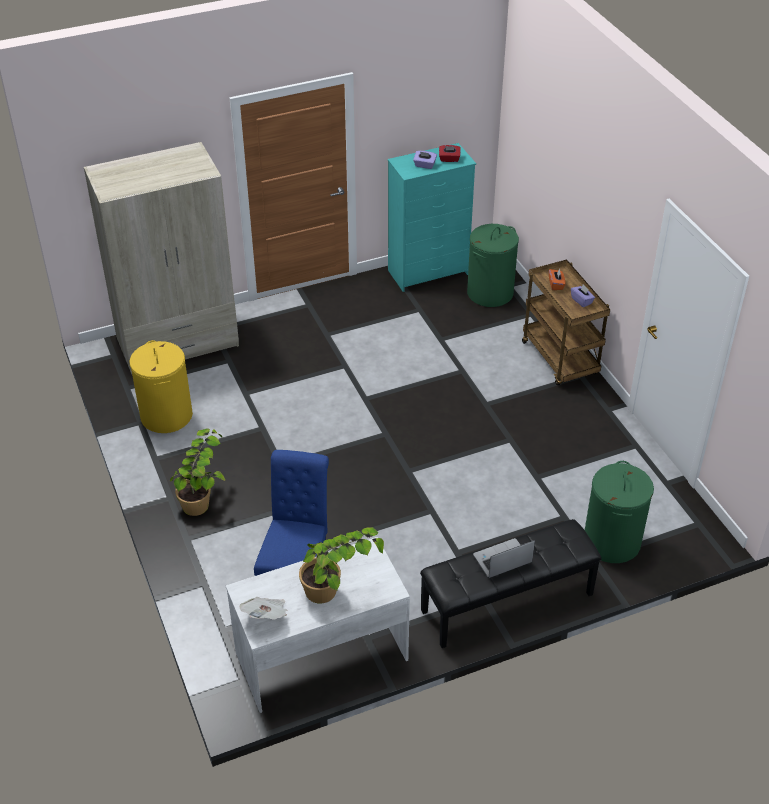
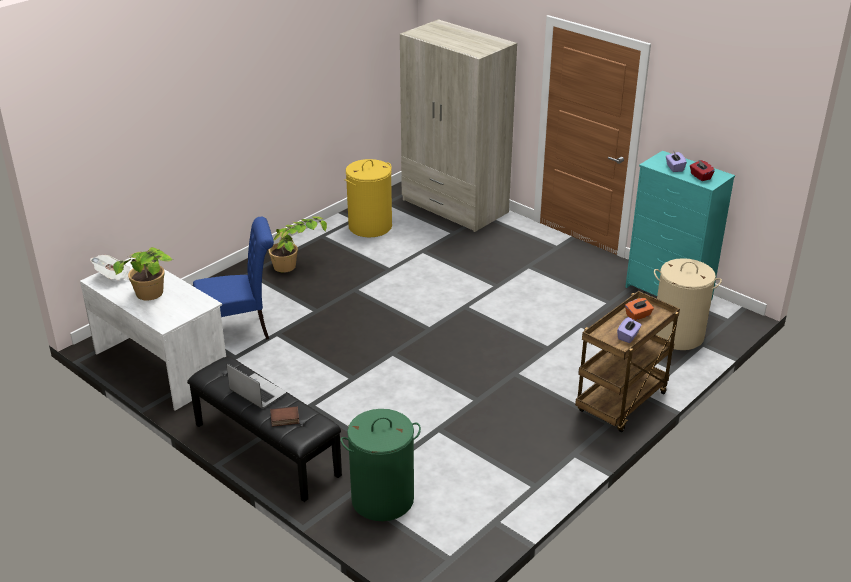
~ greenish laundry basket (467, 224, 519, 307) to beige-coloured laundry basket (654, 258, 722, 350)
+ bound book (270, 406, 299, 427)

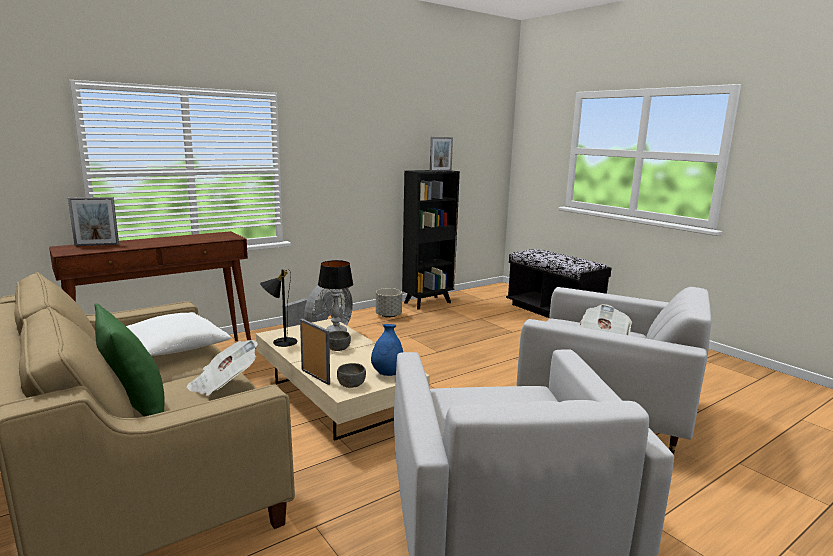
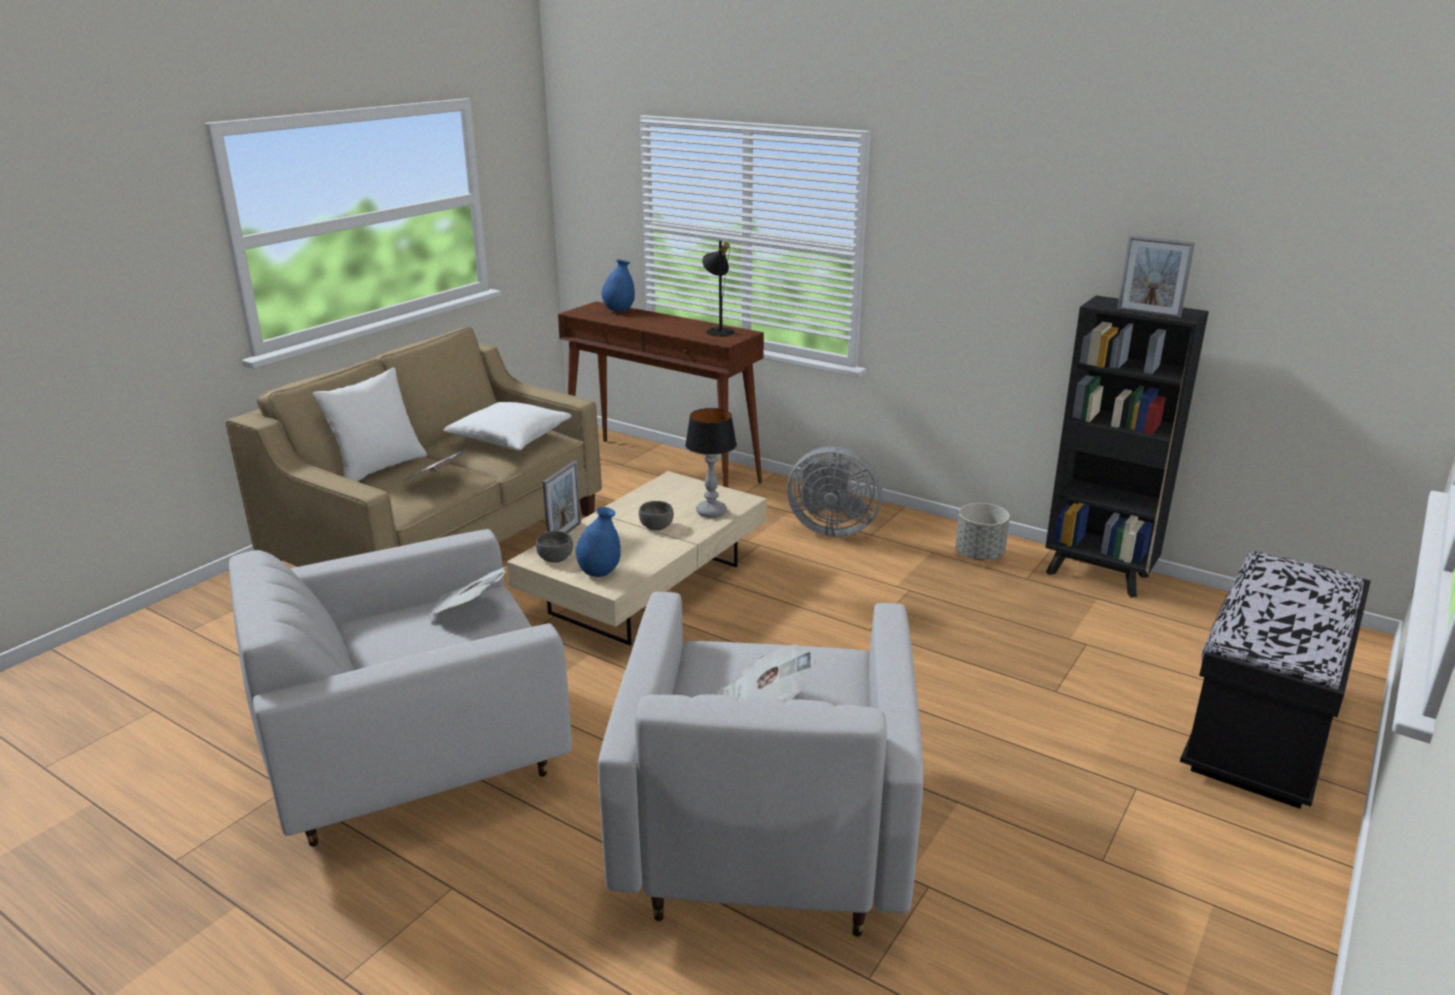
~ photo frame (68, 197, 119, 246) to bluish flower vase (602, 259, 635, 312)
~ greenish throw pillow (95, 304, 164, 417) to white-coloured throw pillow (313, 368, 427, 482)
~ blackish table lamp (260, 269, 297, 347) to (702, 241, 735, 337)
+ daily paper (426, 566, 507, 617)

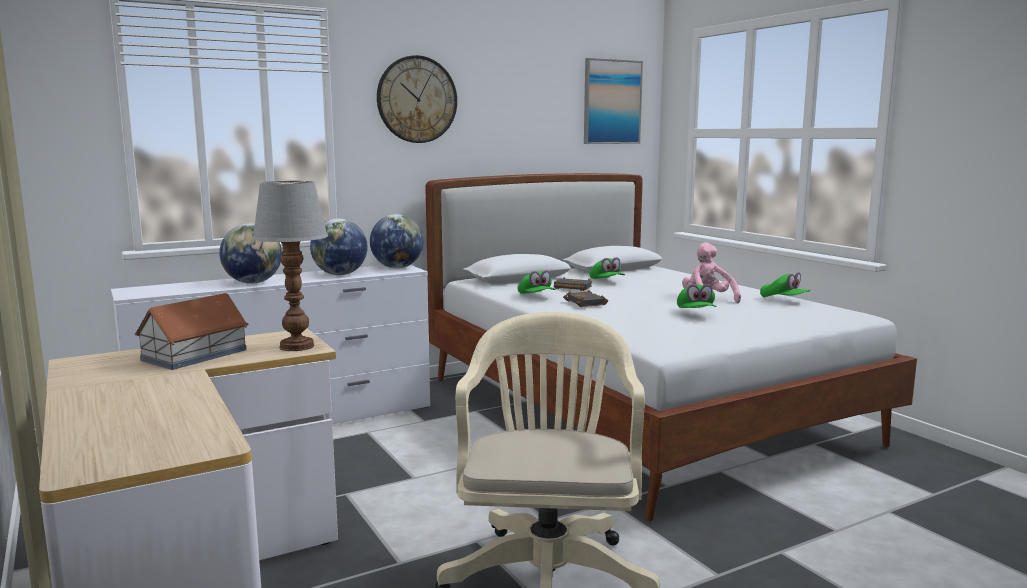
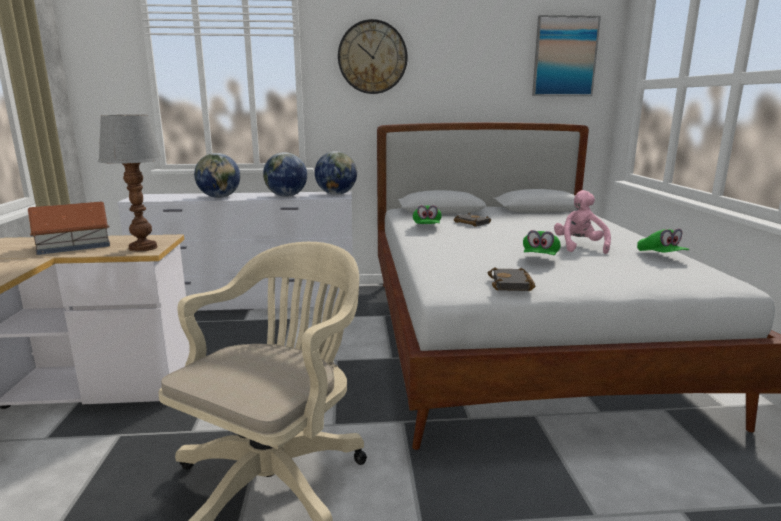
~ blackish bound book (563, 290, 608, 307) to (487, 267, 535, 291)
- greenish baseball cap (589, 257, 625, 279)

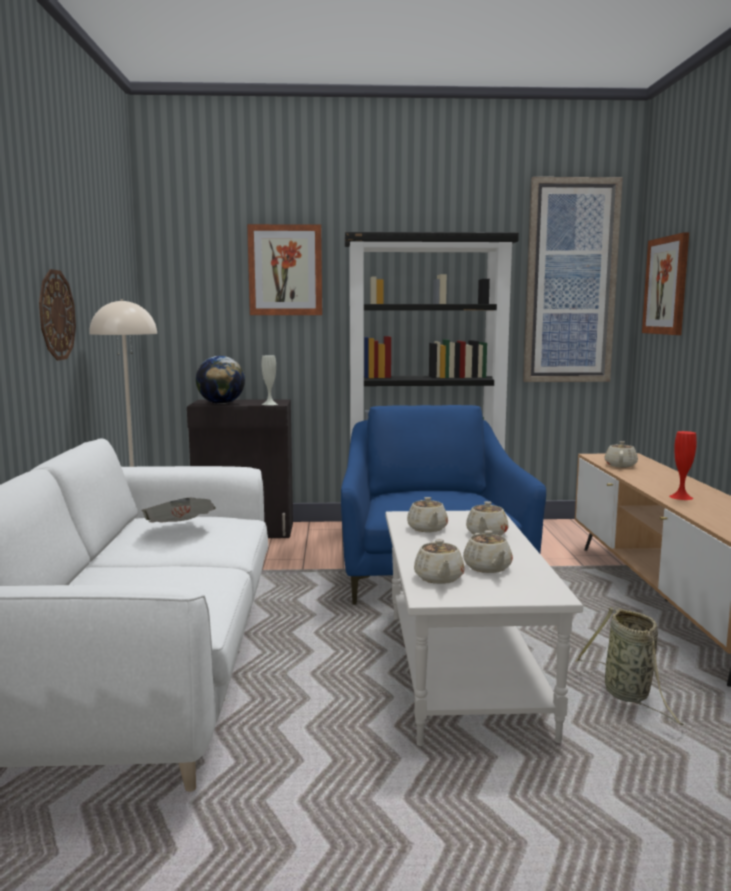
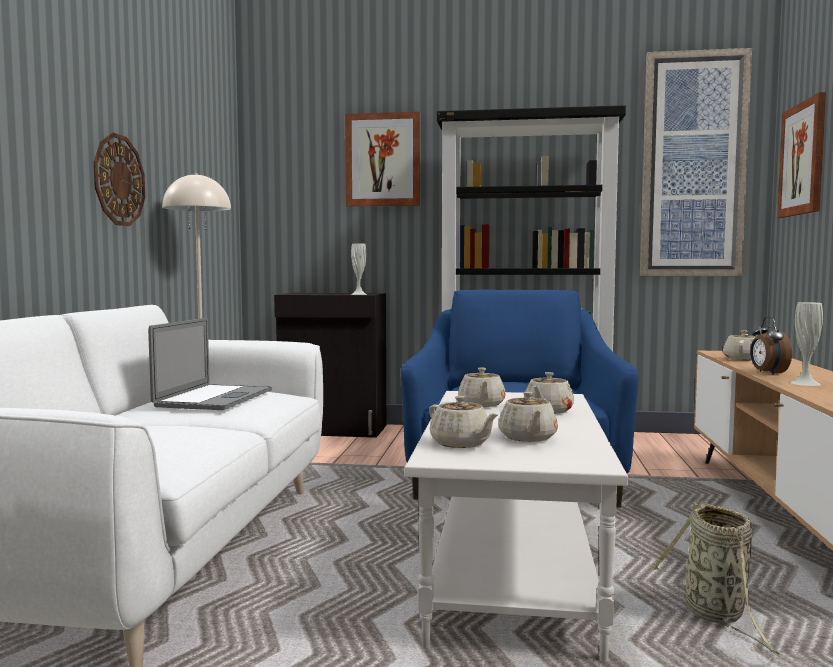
~ daily paper (141, 498, 216, 523) to notebook computer (148, 318, 272, 410)
- desk globe (196, 356, 245, 404)
~ beige-coloured pot for tea (414, 539, 464, 584) = (429, 396, 499, 448) 45 degrees counterclockwise
~ reddish flower vase (669, 431, 697, 500) to white-coloured flower vase (790, 302, 823, 386)
+ alarm clock (750, 317, 792, 375)

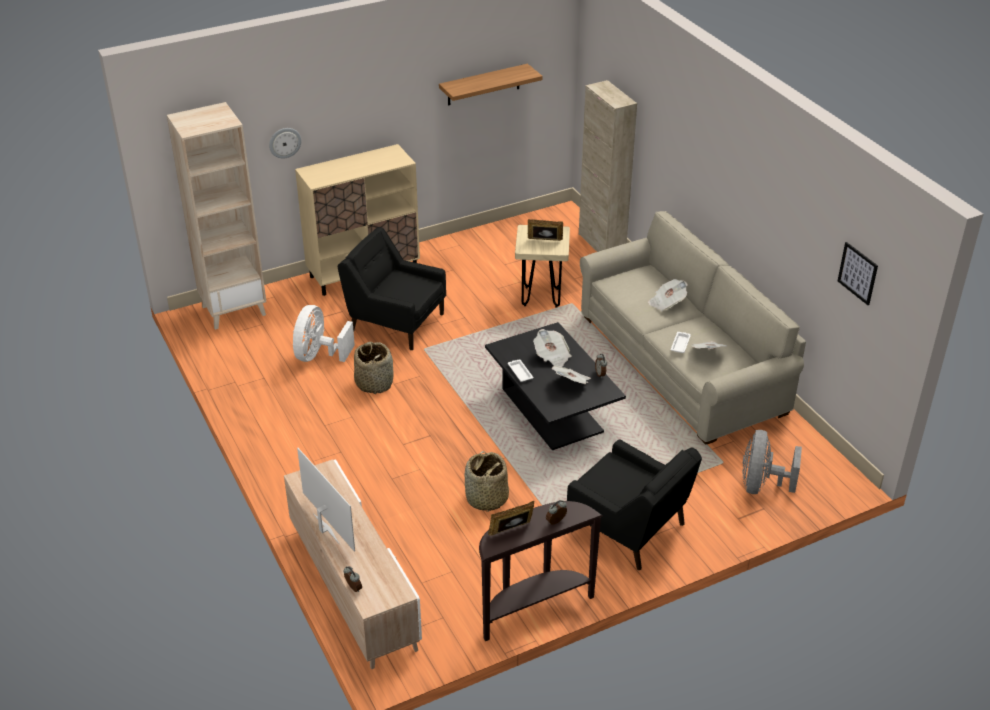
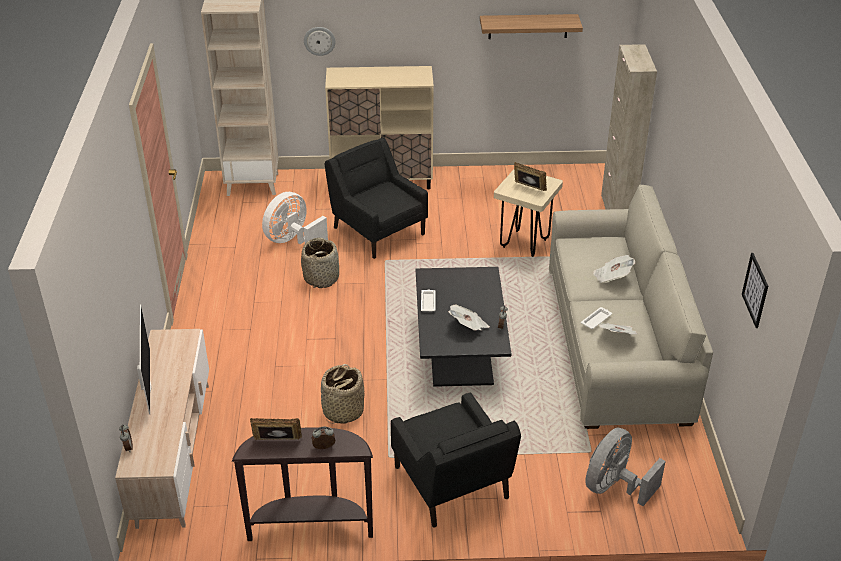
- daily paper (533, 329, 571, 367)

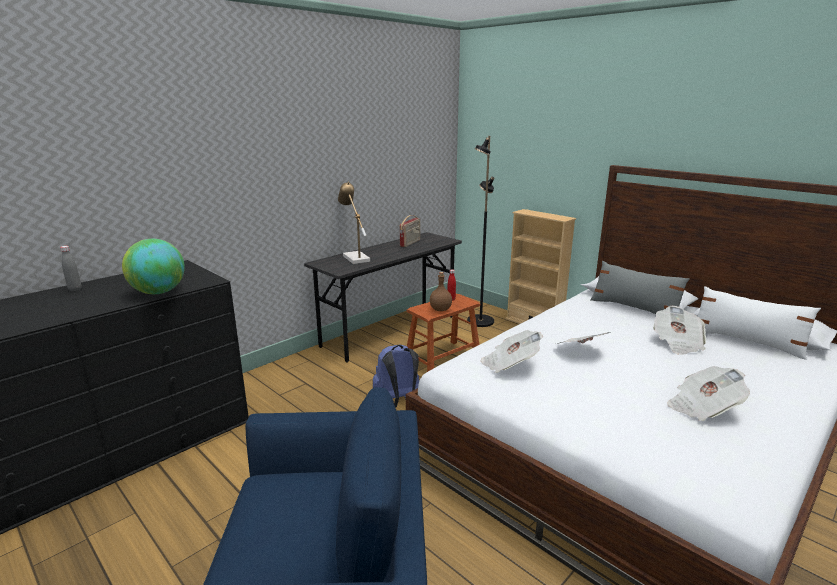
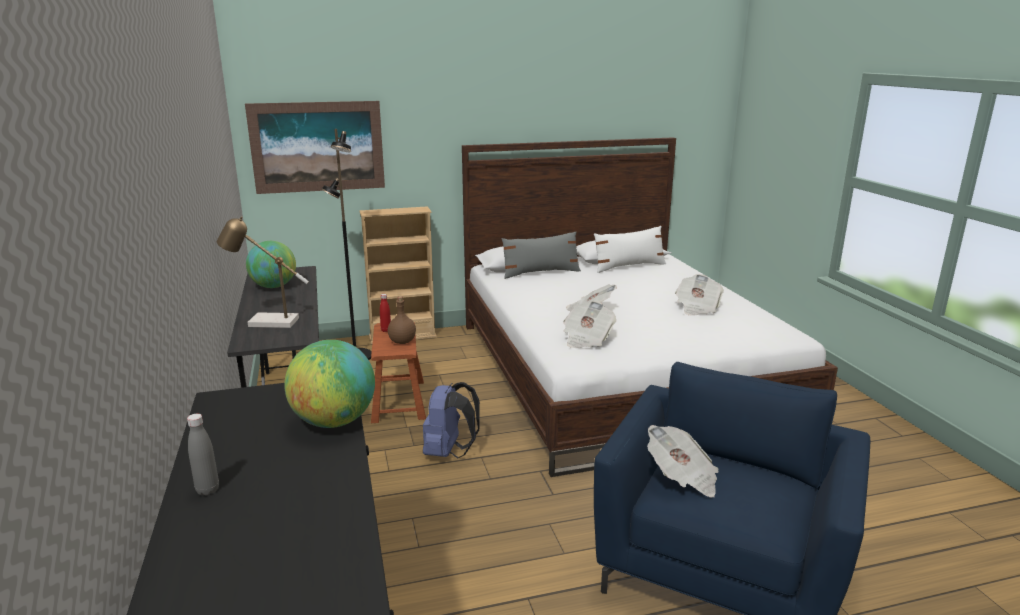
~ radio (400, 215, 420, 247) to desk globe (246, 241, 296, 288)
~ daily paper (653, 306, 706, 355) to (647, 425, 719, 497)
+ wall art (245, 101, 385, 194)

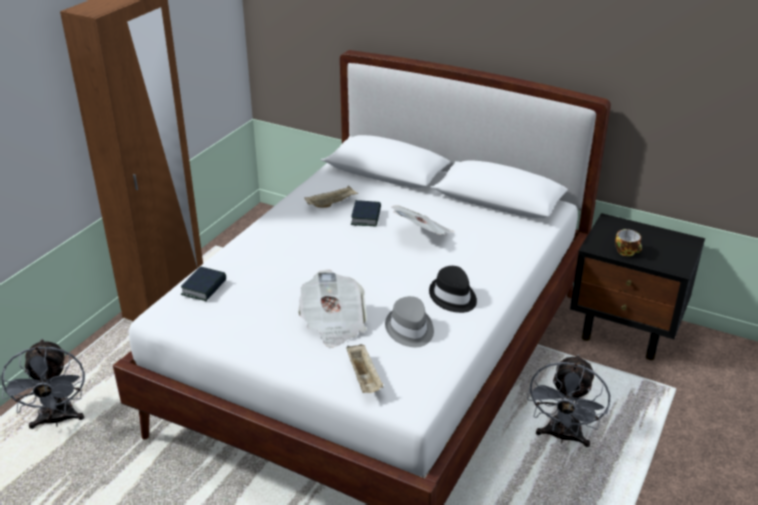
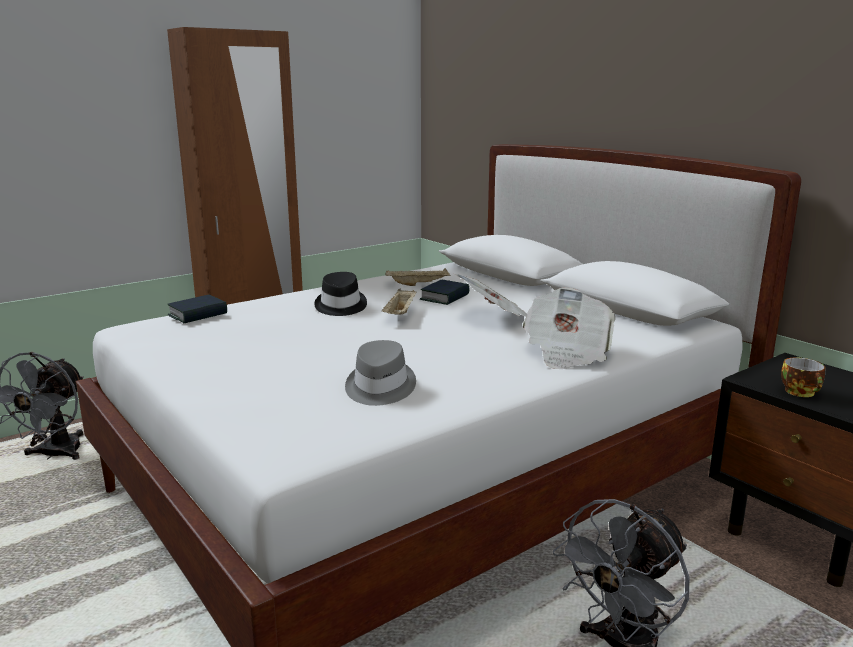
~ daily paper (298, 270, 367, 348) to (523, 287, 616, 369)
~ beige-coloured serving tray (346, 344, 383, 393) to (382, 288, 416, 315)
~ blackish wearable hat (429, 266, 477, 313) to (314, 272, 367, 316)

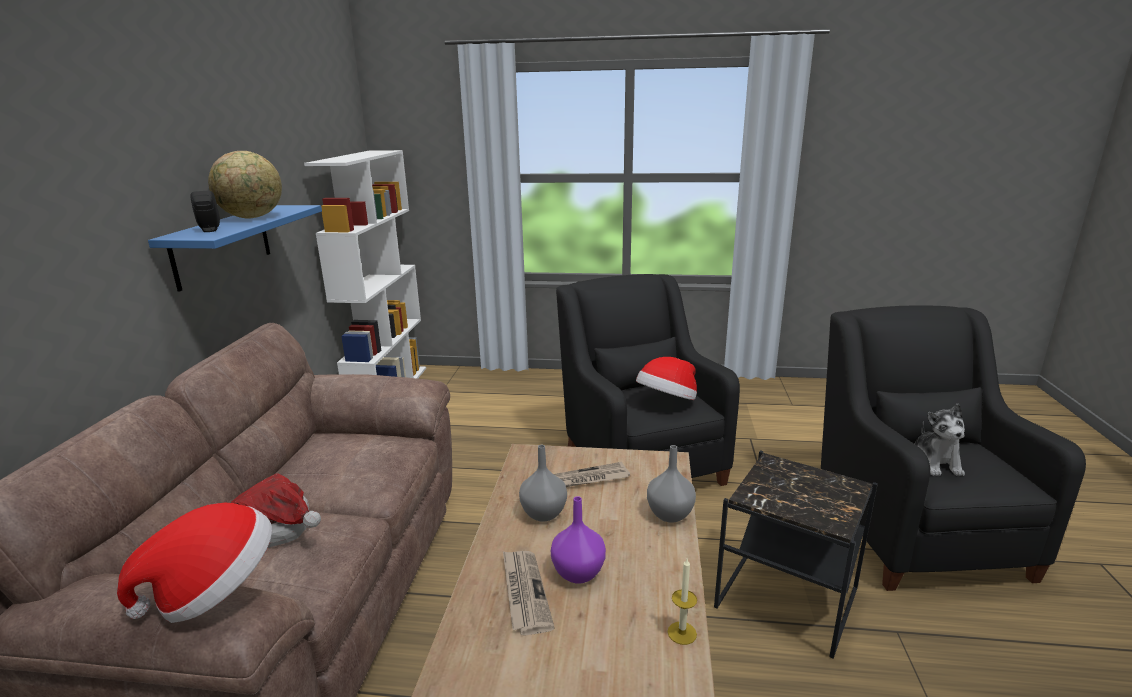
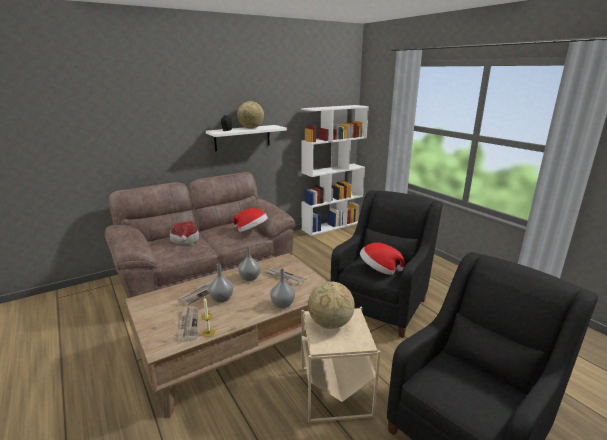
~ wearable hat (117, 503, 272, 623) to (233, 208, 268, 232)
~ bluish bracket shelf (148, 205, 322, 292) to white-coloured bracket shelf (206, 125, 287, 151)
~ purple-coloured flower vase (551, 496, 606, 584) to grey flower vase (208, 263, 233, 303)
~ blackish accent table (714, 450, 878, 659) to beige-coloured accent table (301, 307, 381, 423)
- soft toy (915, 404, 965, 476)
+ daily paper (177, 307, 198, 342)
+ desk globe (308, 281, 355, 329)

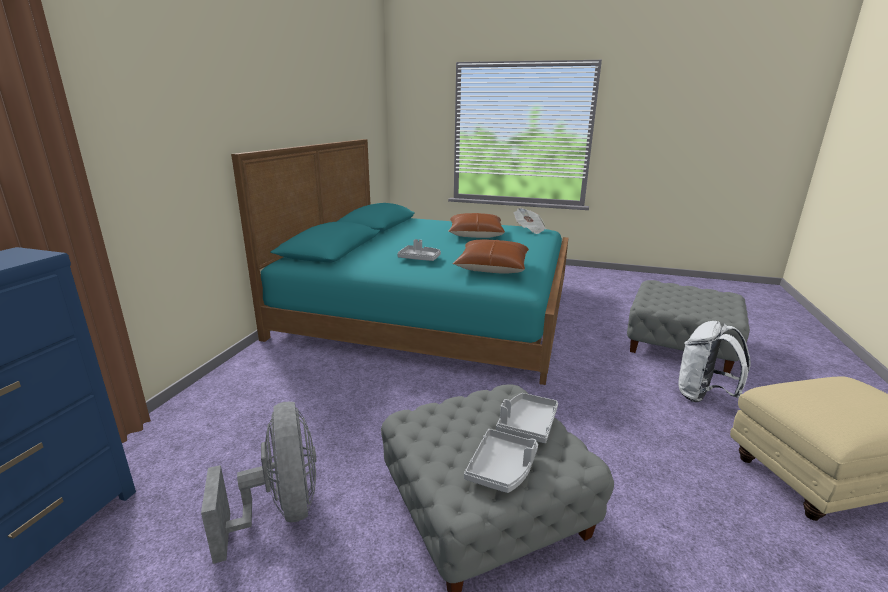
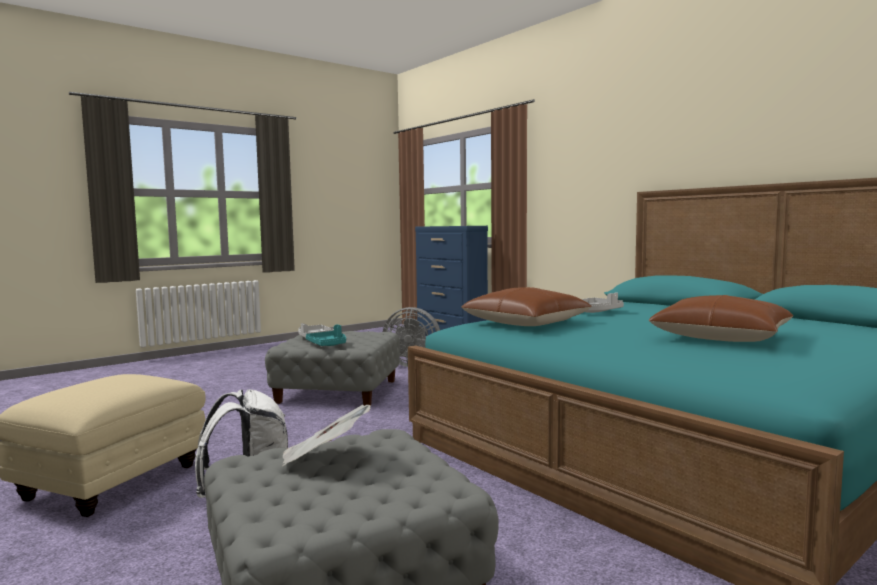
~ grey serving tray (496, 393, 558, 443) to blue-green serving tray (306, 324, 346, 346)
~ daily paper (514, 208, 547, 234) to (282, 405, 371, 466)

